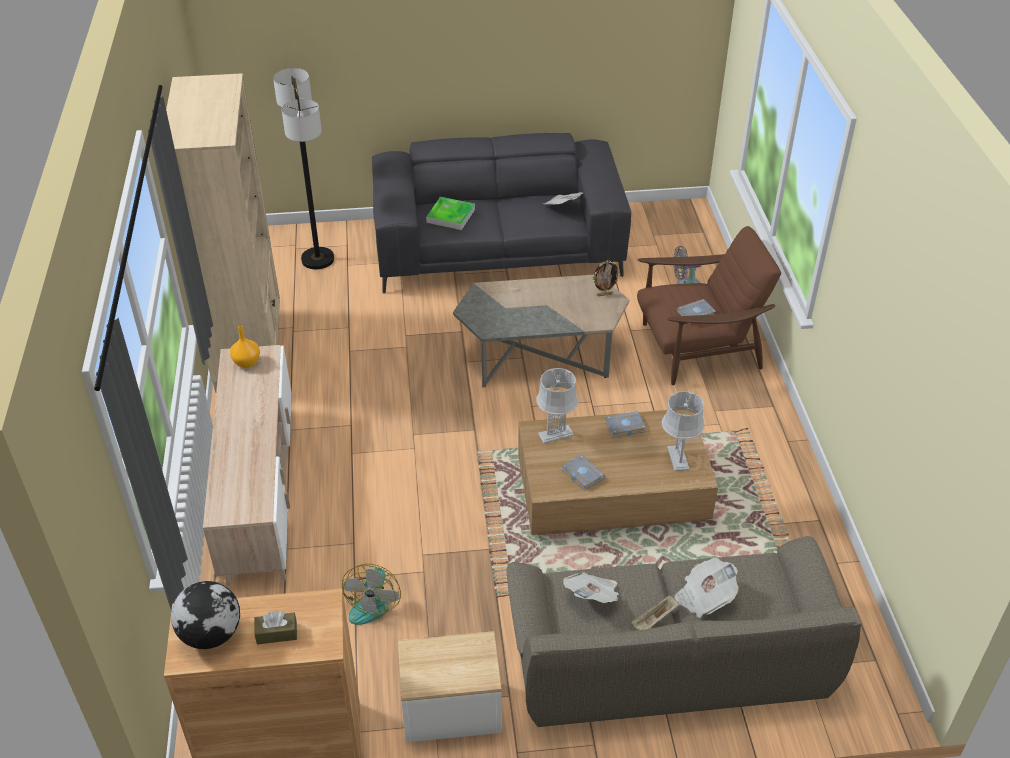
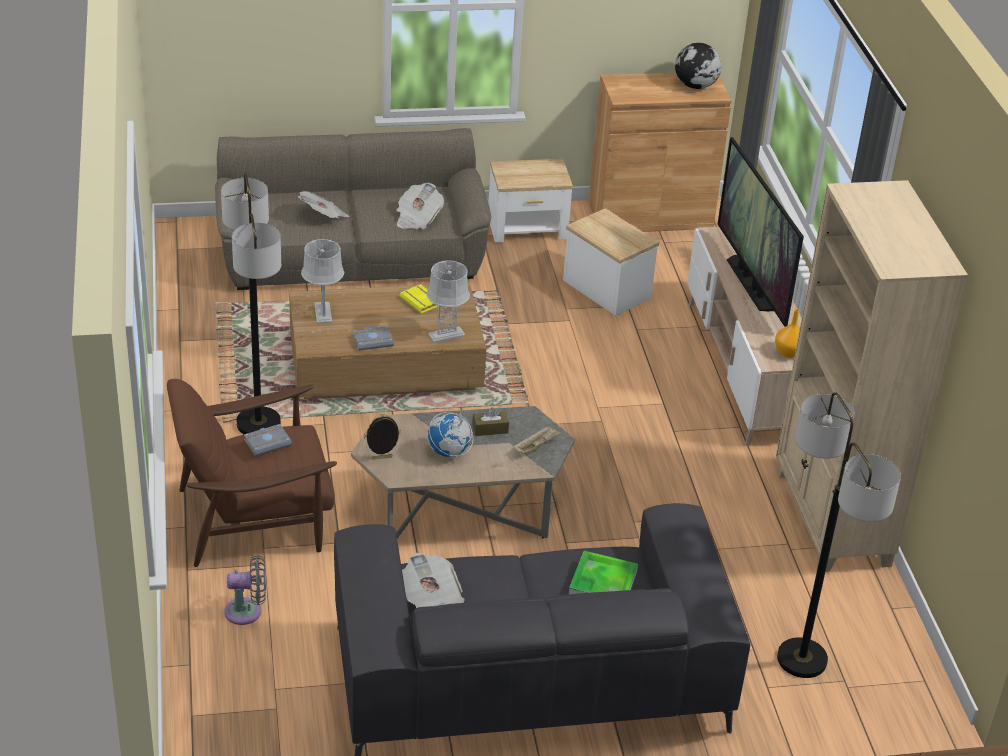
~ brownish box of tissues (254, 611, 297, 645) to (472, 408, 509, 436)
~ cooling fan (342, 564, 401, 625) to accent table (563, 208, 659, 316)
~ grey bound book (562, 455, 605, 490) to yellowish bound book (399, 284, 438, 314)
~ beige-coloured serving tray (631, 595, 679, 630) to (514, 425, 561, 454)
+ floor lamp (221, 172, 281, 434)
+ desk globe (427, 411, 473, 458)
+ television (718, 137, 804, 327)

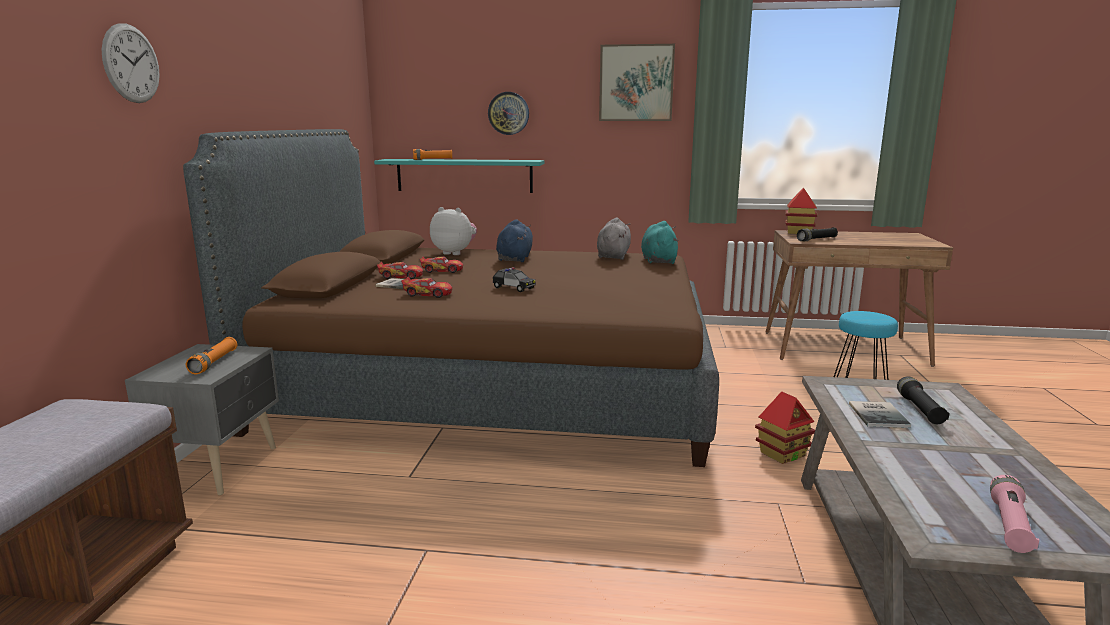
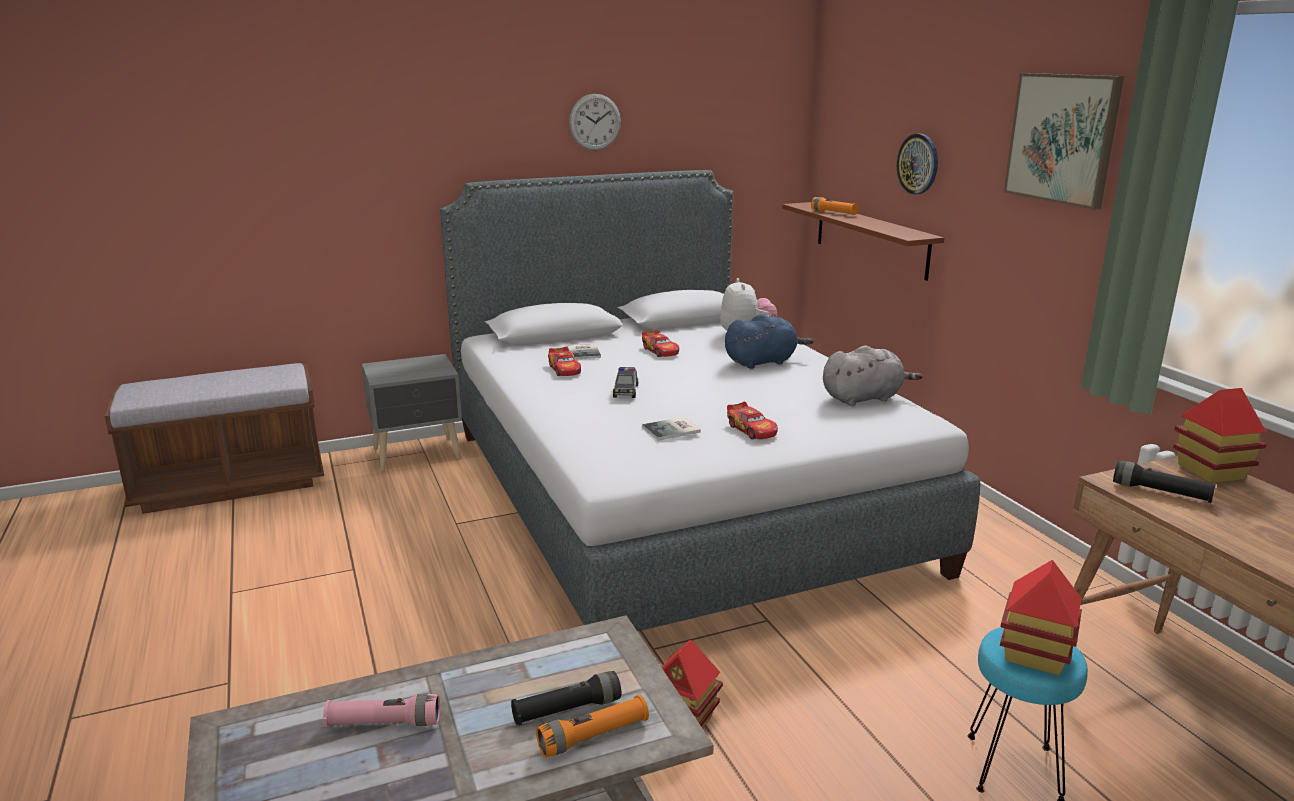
~ hanging clock (102, 23, 160, 103) to (569, 94, 621, 151)
~ brownish sleeping bed (183, 129, 719, 467) to grey sleeping bed (440, 170, 980, 632)
~ orangey torch (186, 337, 237, 374) to (536, 695, 649, 757)
~ blue-green bracket shelf (374, 159, 545, 193) to brownish bracket shelf (782, 202, 944, 281)
~ miniature car (377, 262, 423, 279) to (727, 402, 778, 439)
- blue-green soft toy (641, 221, 679, 264)
~ bound book (849, 401, 911, 428) to (642, 417, 701, 441)
~ pink-coloured torch (990, 475, 1039, 553) to (323, 694, 440, 727)
+ miniature house (1000, 560, 1082, 675)

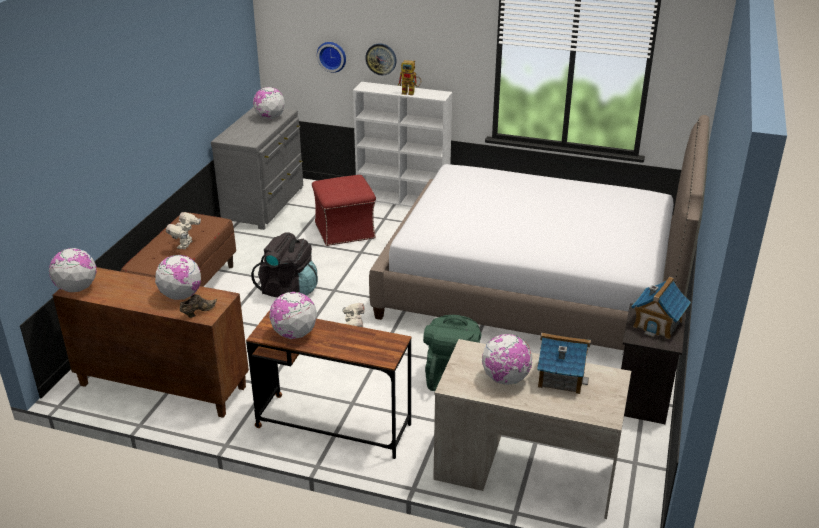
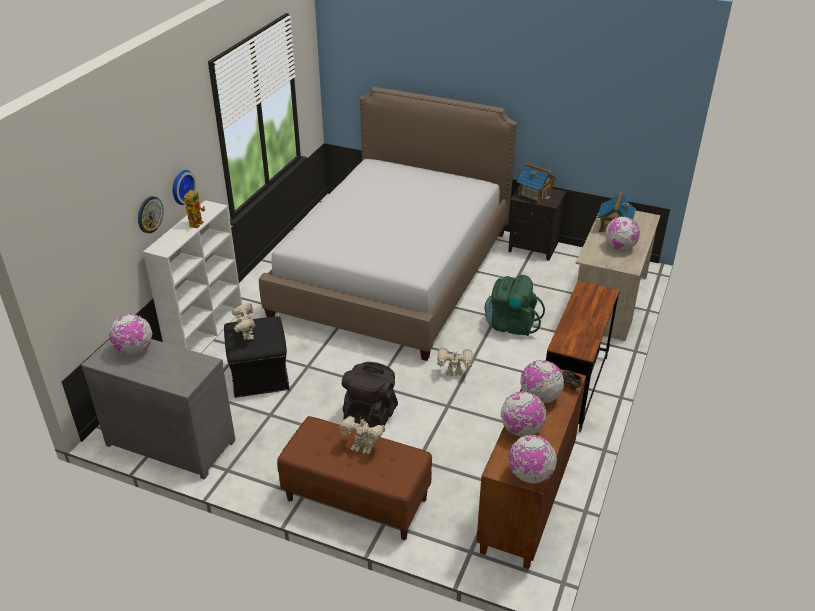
~ desk globe (269, 292, 317, 339) to (501, 391, 546, 437)
~ reddish footrest (312, 175, 376, 246) to blackish footrest (224, 316, 290, 398)
~ hanging clock (317, 42, 346, 73) to (172, 170, 196, 205)
+ robot figure (232, 303, 255, 340)

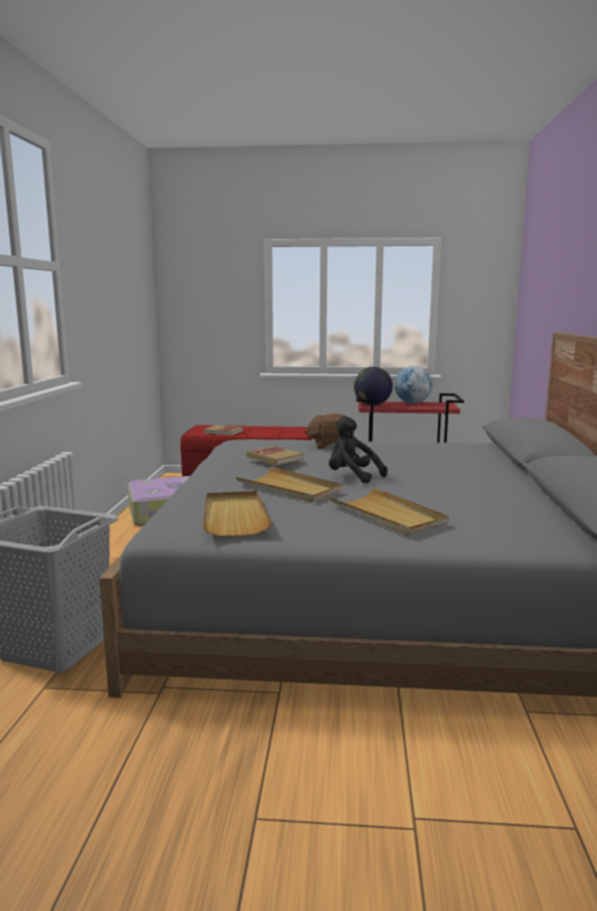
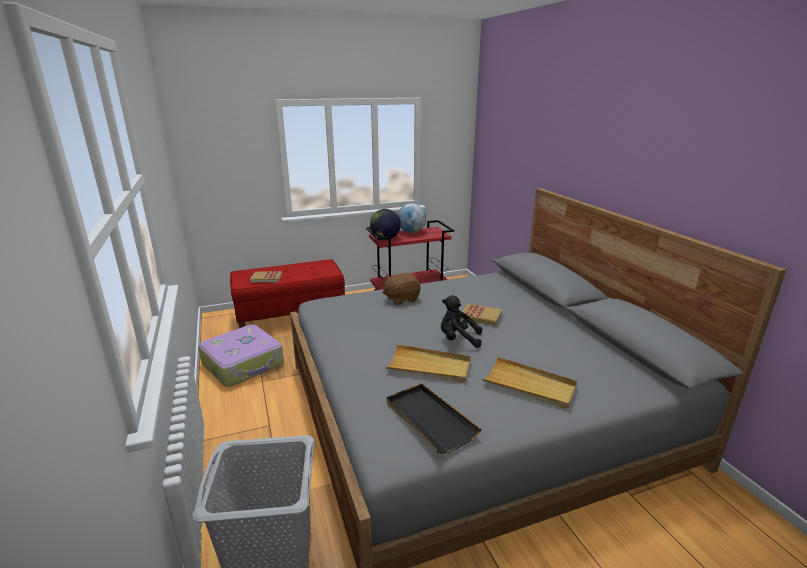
~ beige-coloured serving tray (202, 491, 272, 536) to blackish serving tray (386, 383, 481, 454)
~ bound book (246, 446, 304, 465) to (460, 303, 502, 325)

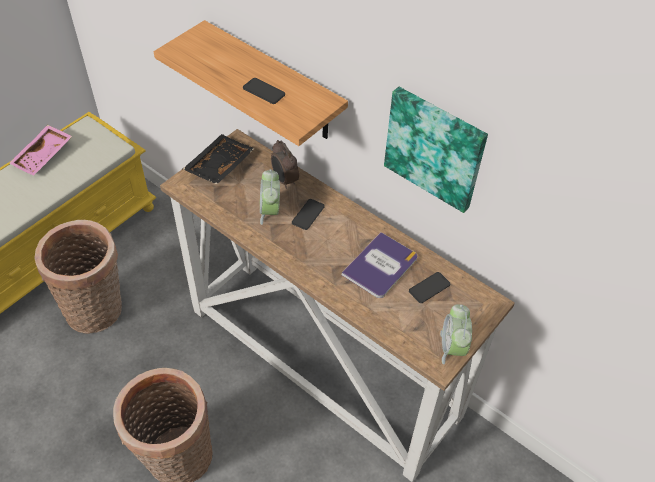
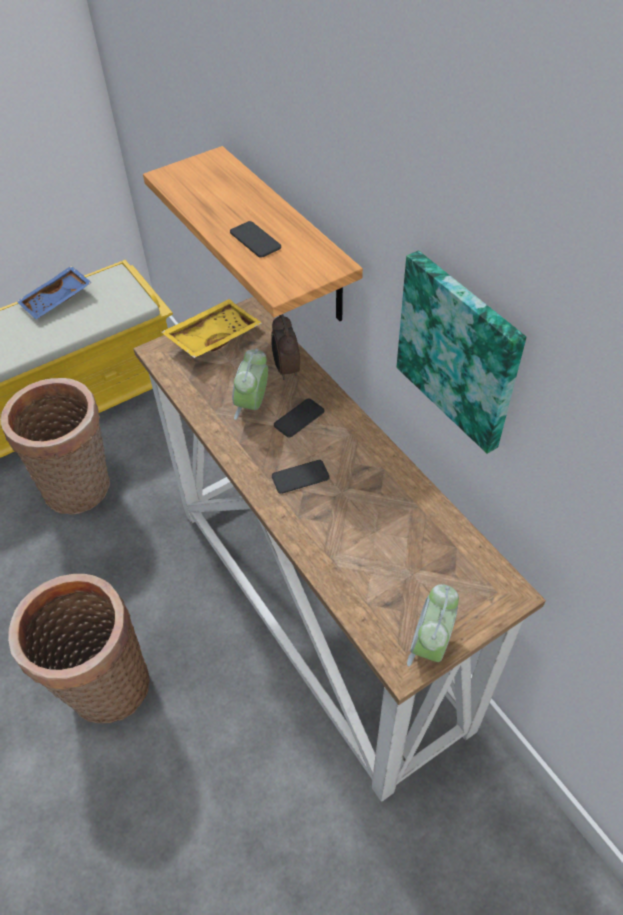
~ pink-coloured serving tray (9, 125, 72, 176) to bluish serving tray (17, 266, 92, 319)
~ blackish serving tray (183, 134, 255, 185) to yellowish serving tray (161, 299, 262, 358)
- bound book (342, 232, 417, 298)
~ handset (409, 272, 450, 303) to (272, 460, 329, 494)

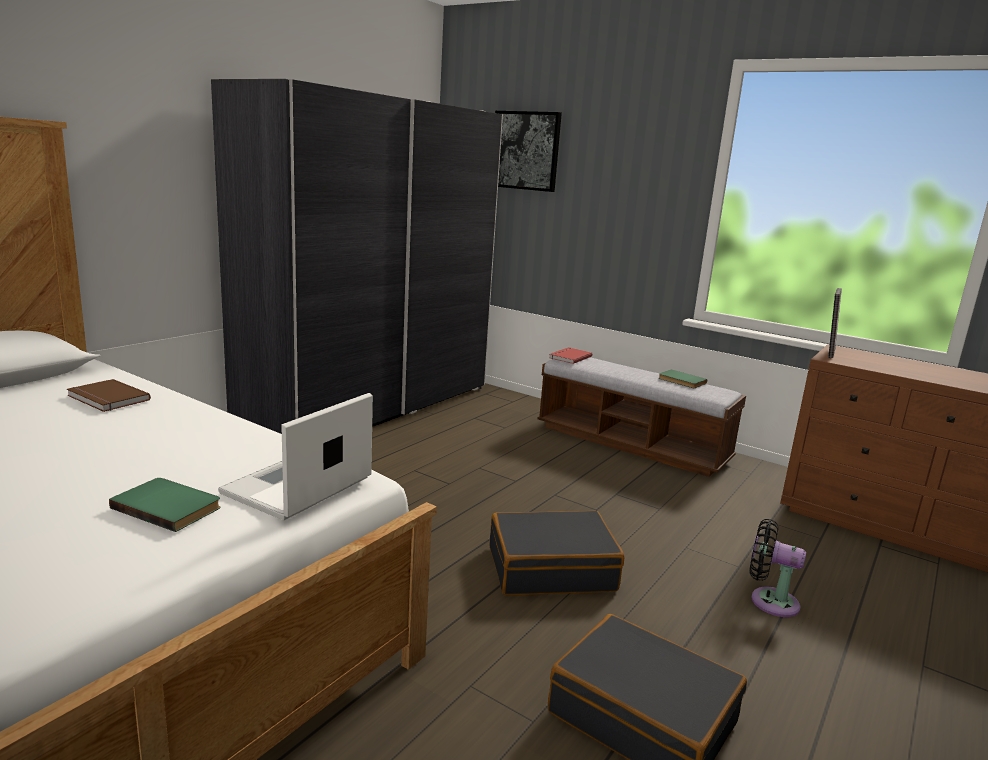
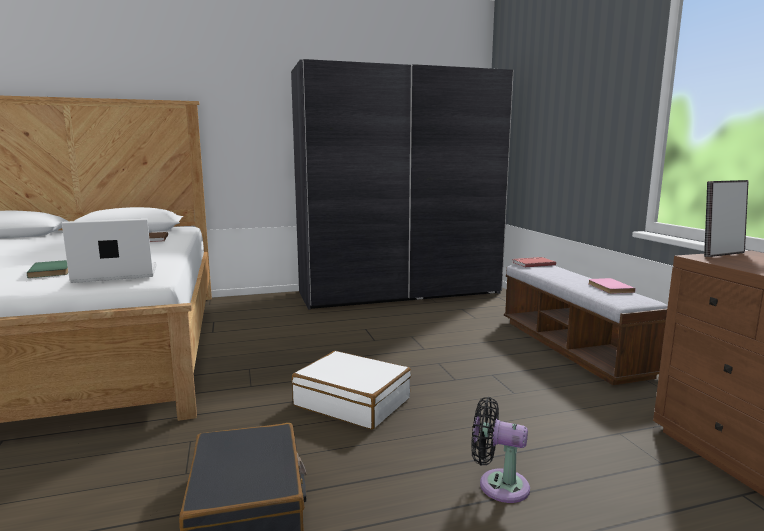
~ blackish piece of luggage (489, 511, 624, 595) to white-coloured piece of luggage (292, 351, 411, 429)
- wall art (495, 111, 562, 192)
~ greenish bound book (659, 369, 707, 388) to pink-coloured bound book (588, 278, 635, 294)
~ blackish cooling fan (749, 519, 806, 617) = (471, 397, 530, 503) 45 degrees counterclockwise

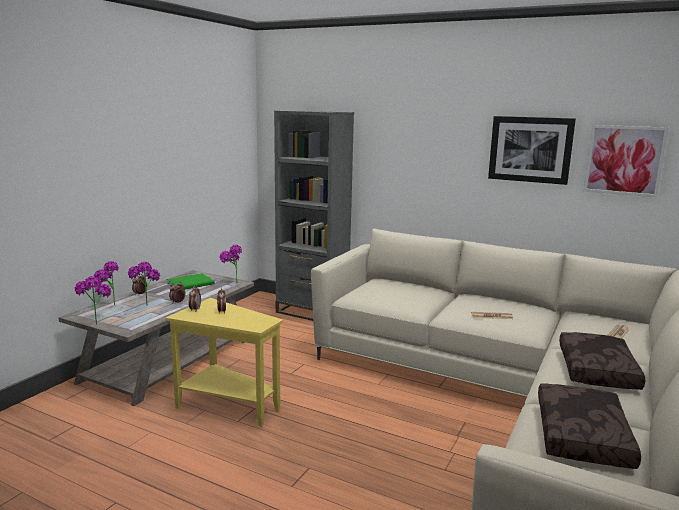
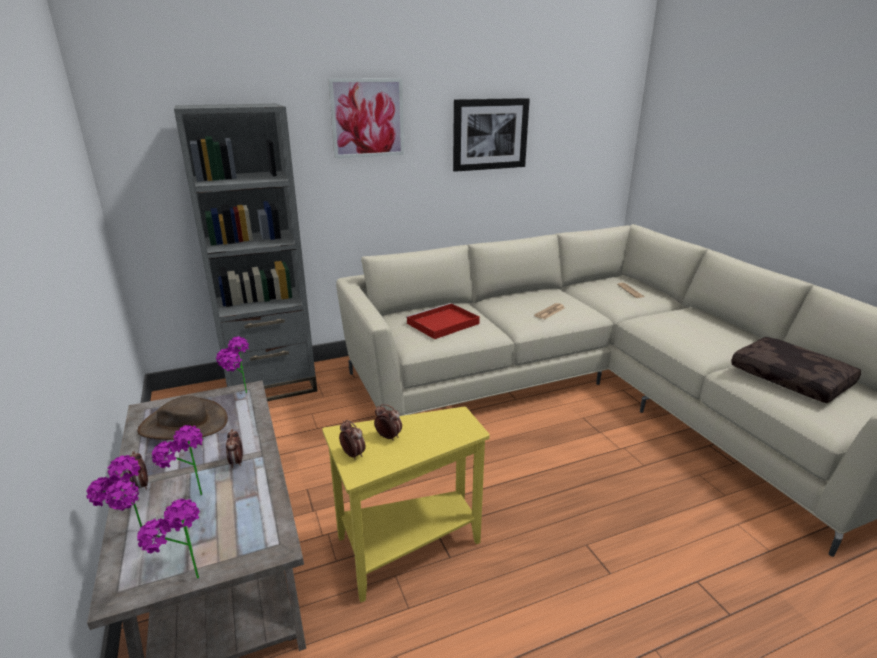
~ greenish bound book (167, 273, 215, 289) to brownish wearable hat (137, 395, 228, 440)
- brownish throw pillow (559, 332, 645, 390)
~ wall art (583, 125, 669, 197) to (328, 79, 404, 158)
+ reddish serving tray (406, 303, 480, 339)

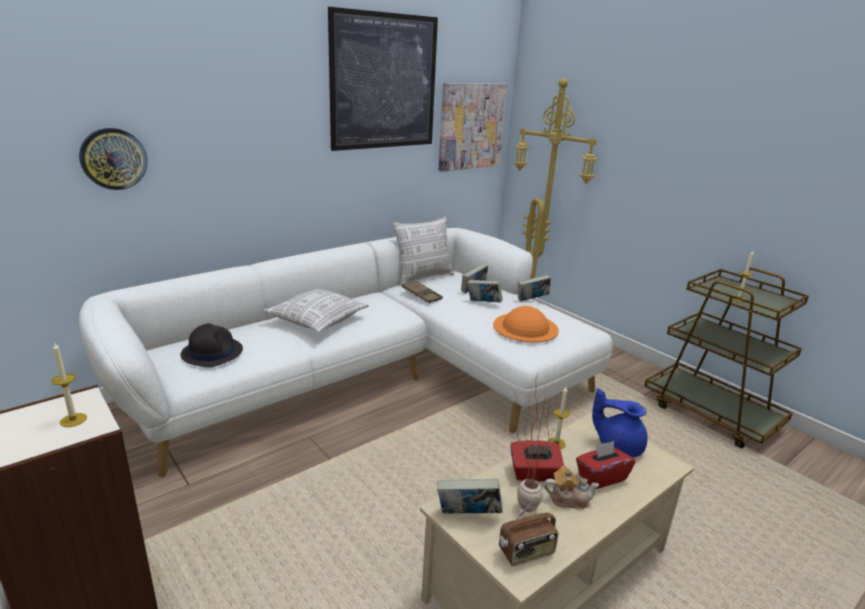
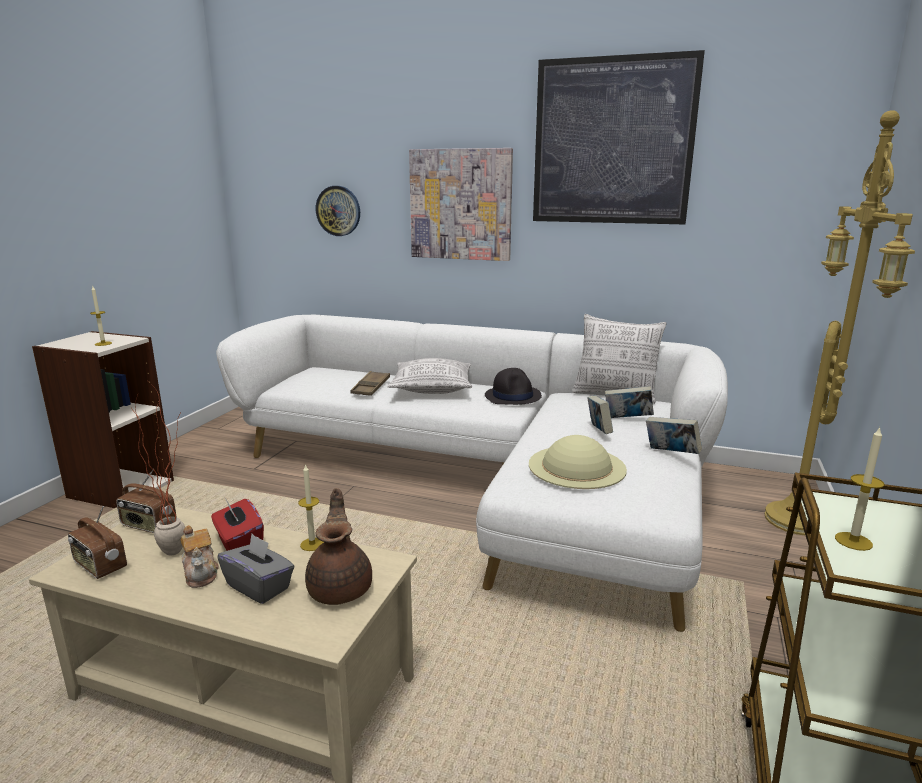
~ blackish wearable hat (180, 323, 243, 367) to (485, 368, 542, 405)
~ brownish serving tray (401, 280, 443, 303) to (351, 371, 390, 396)
~ bound book (437, 479, 502, 514) to radio (116, 470, 176, 533)
~ wall art (439, 83, 507, 172) to (409, 148, 513, 261)
~ orangey wearable hat (493, 306, 559, 343) to beige-coloured wearable hat (529, 435, 627, 489)
~ reddish box of tissues (576, 441, 635, 489) to grey box of tissues (217, 534, 295, 604)
~ bluish pot for tea (592, 388, 647, 458) to brownish pot for tea (305, 488, 372, 605)

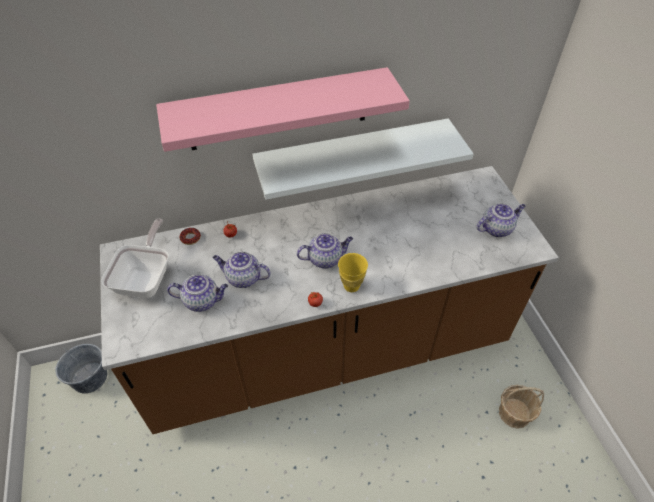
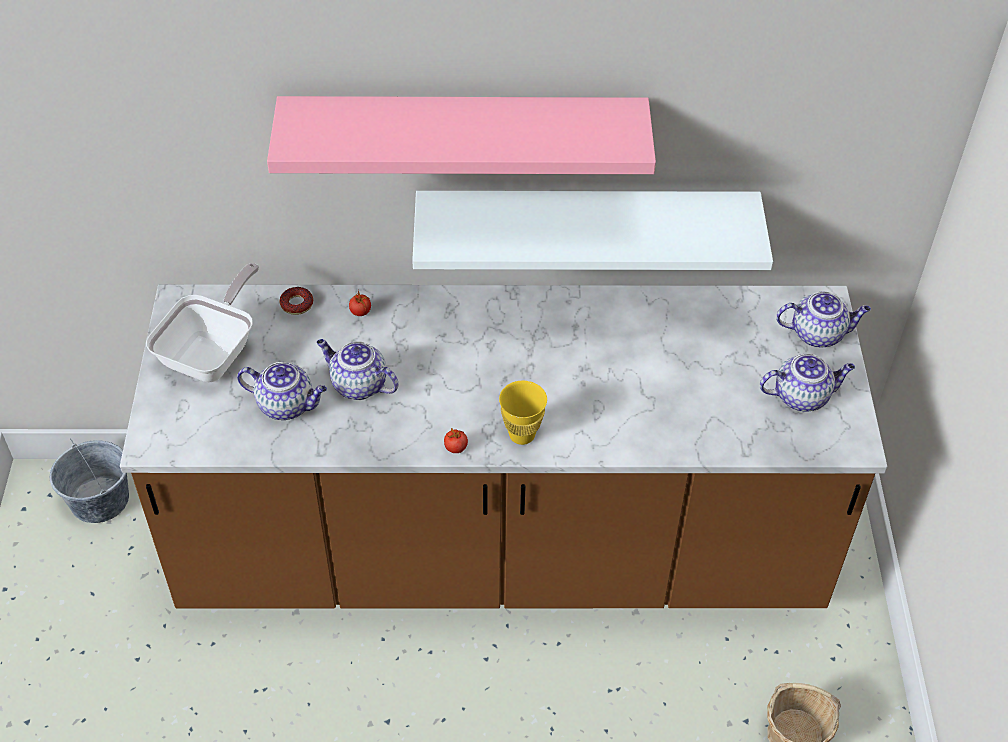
~ pot for tea (297, 233, 353, 268) to (776, 291, 871, 348)

